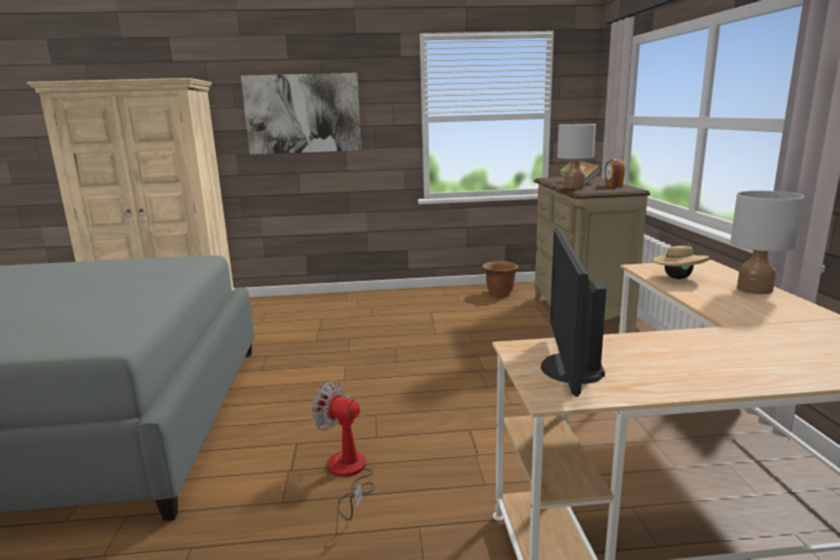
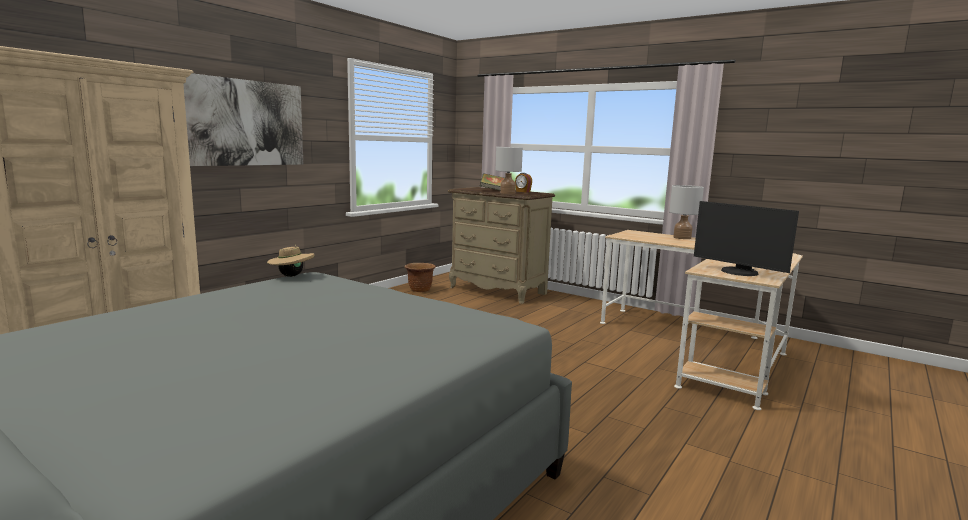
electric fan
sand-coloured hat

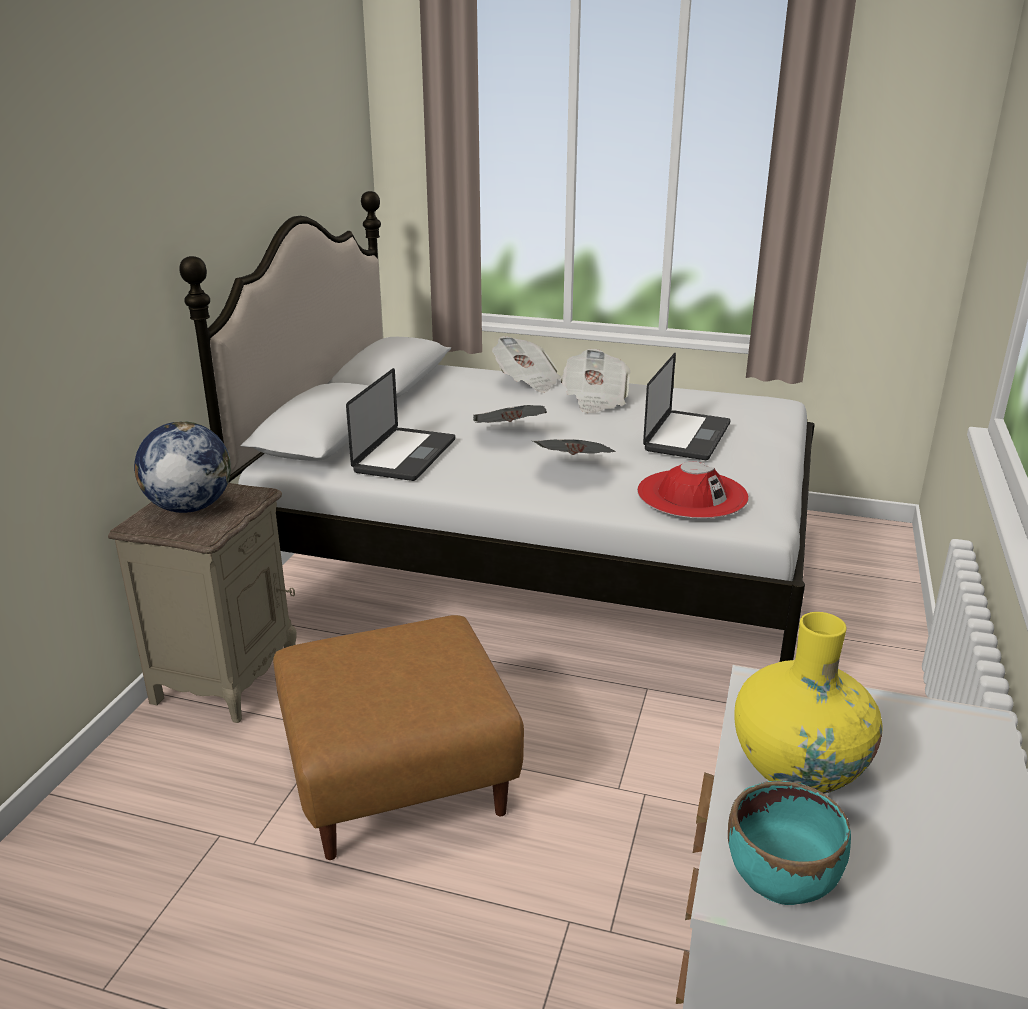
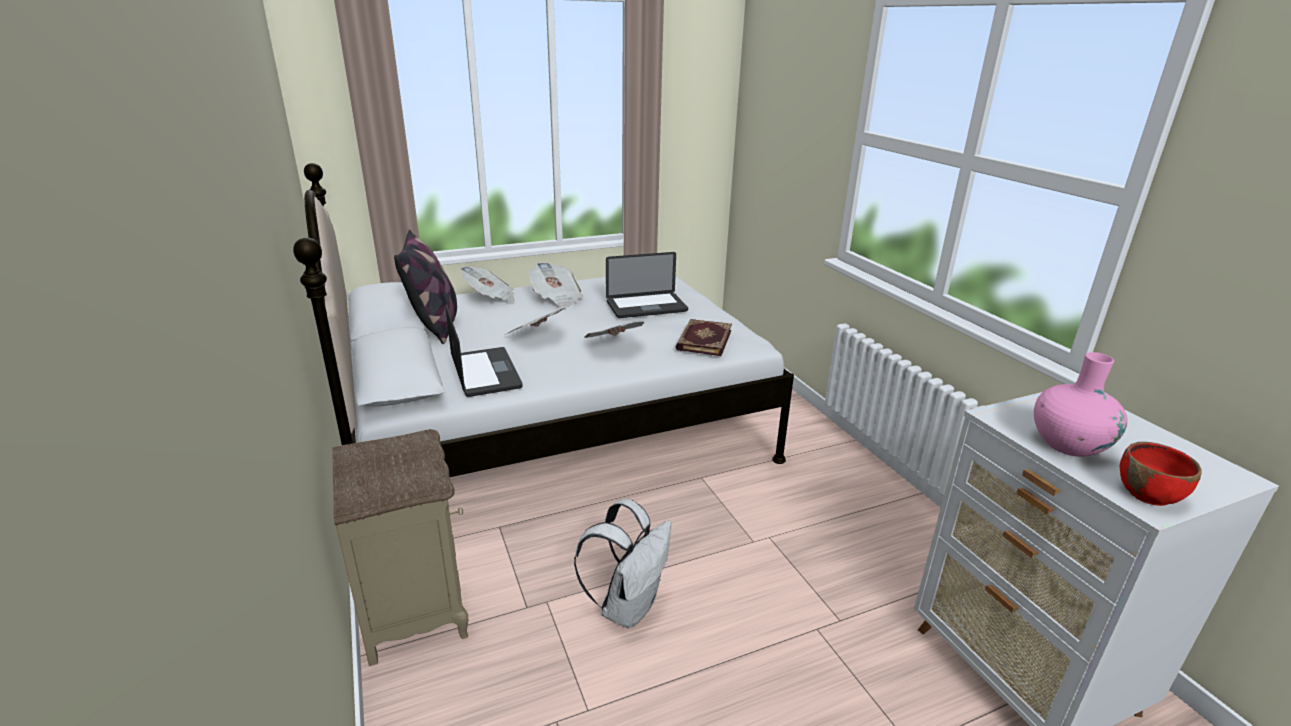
desk globe
white-coloured knapsack
volume
portable computer (2nd from left)
red-coloured bowl
pink-coloured flower vase
pillow

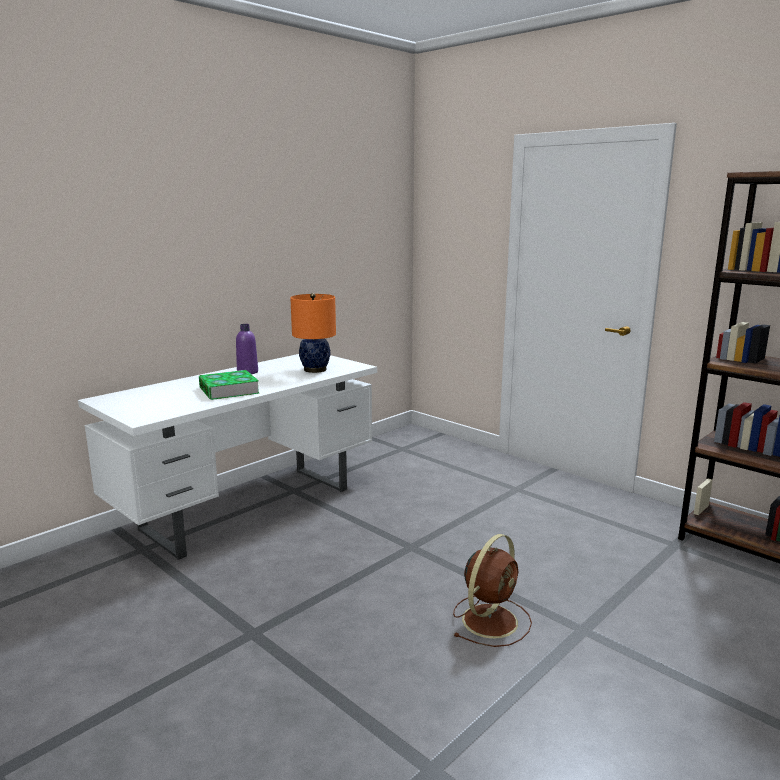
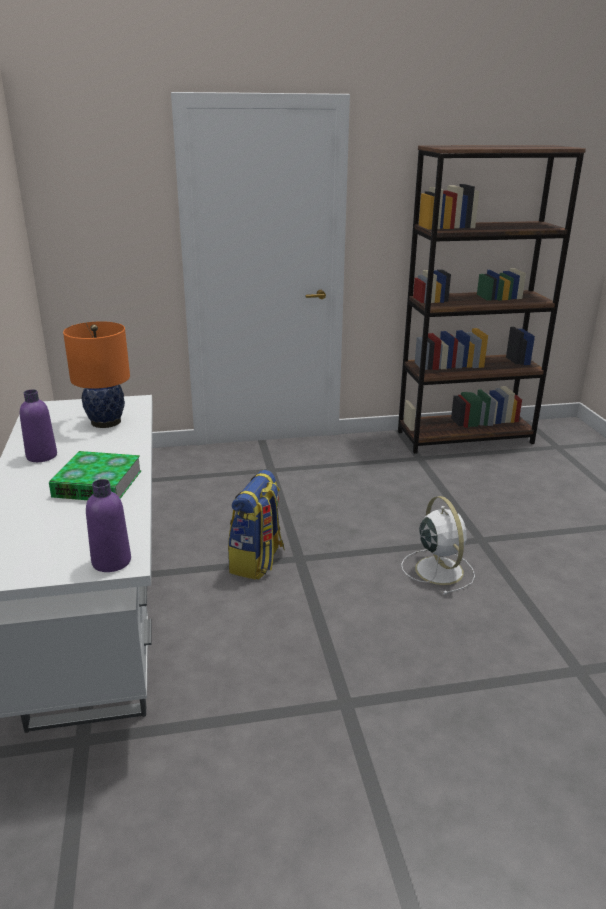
white-coloured electric fan
purple-coloured beverage bottle (2nd from left)
knapsack

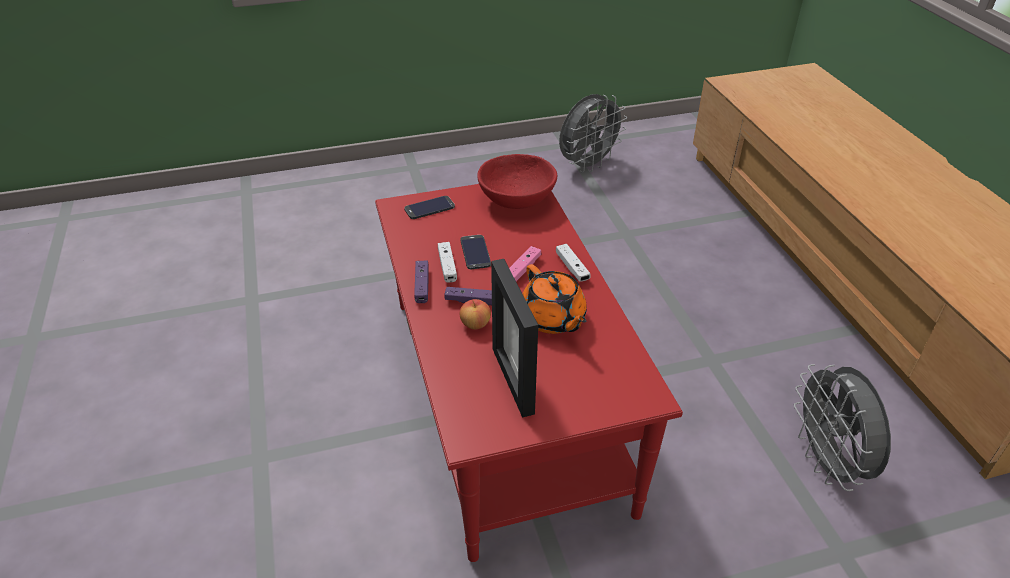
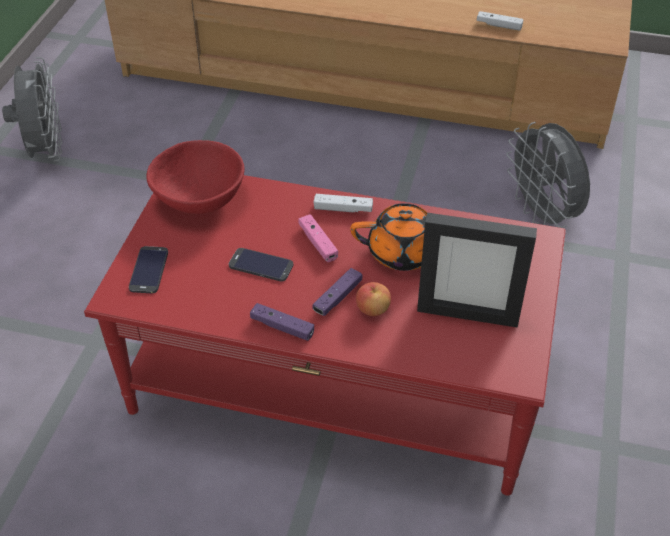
white-coloured gamepad (2nd from left)
greyish electric fan (2nd from left)

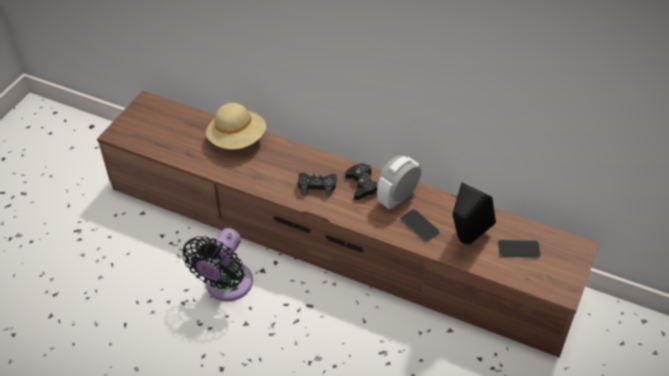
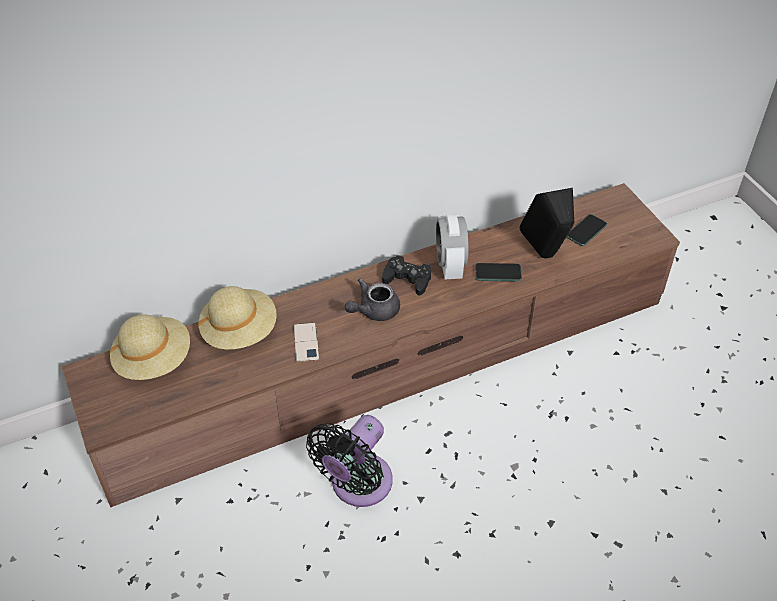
black electric fan
greyish teapot
sand-coloured hat (1st from left)
phone (1st from left)

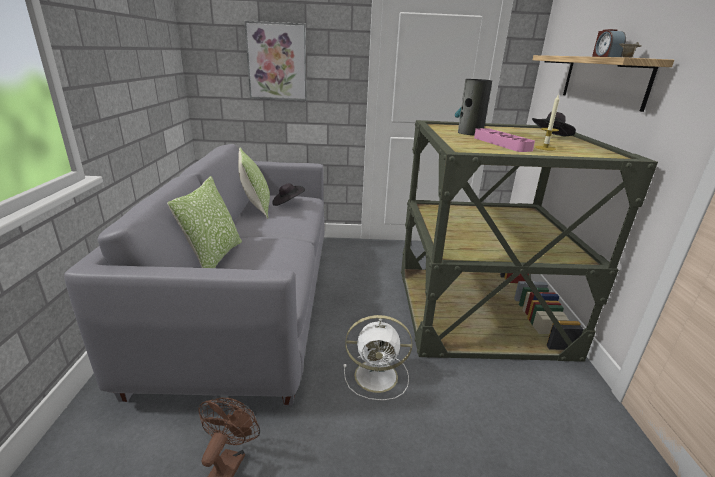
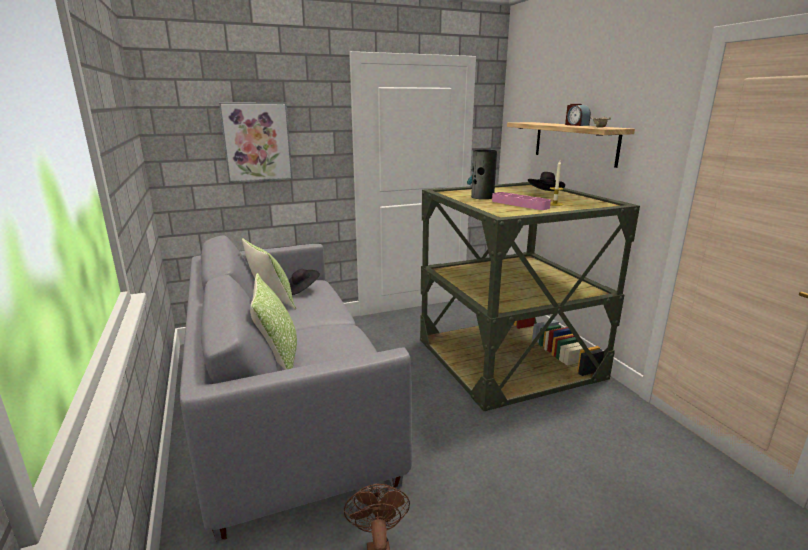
white-coloured electric fan

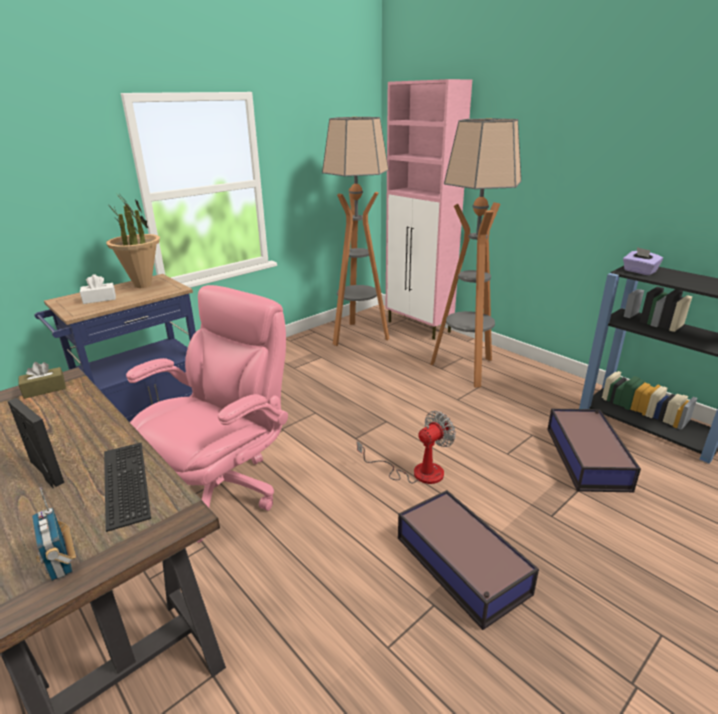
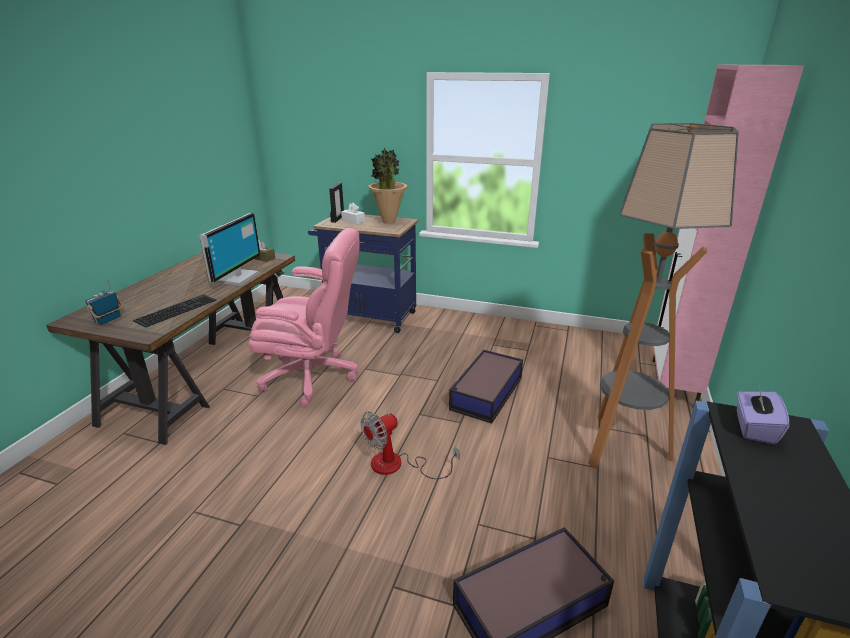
standing frame
standing lamp (1st from left in the first image)
electric fan
storage box (1st from left)
computer display

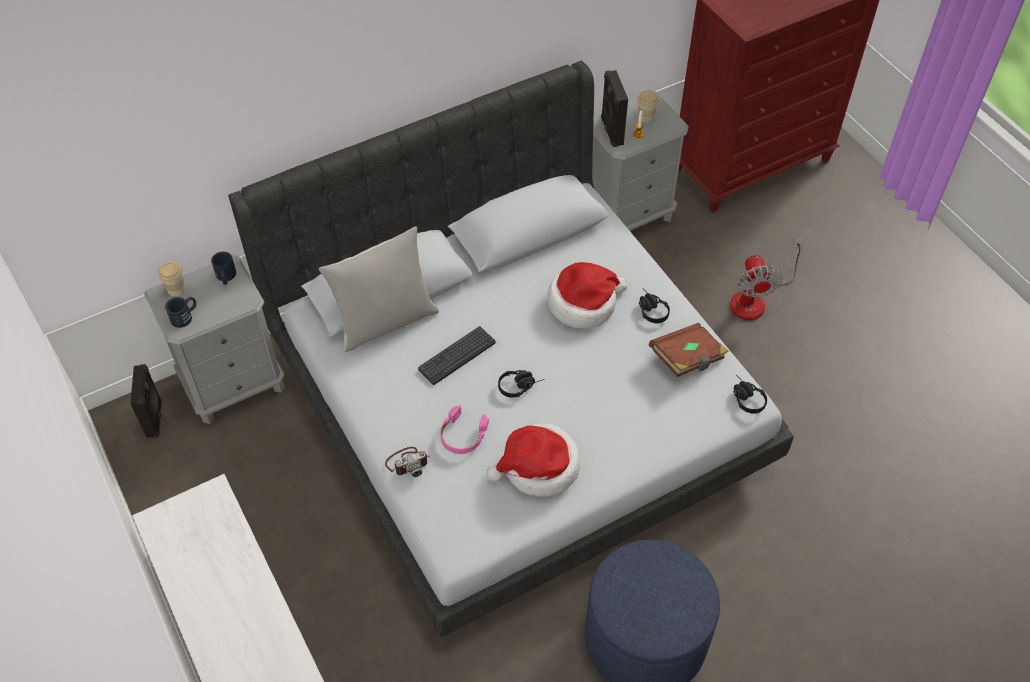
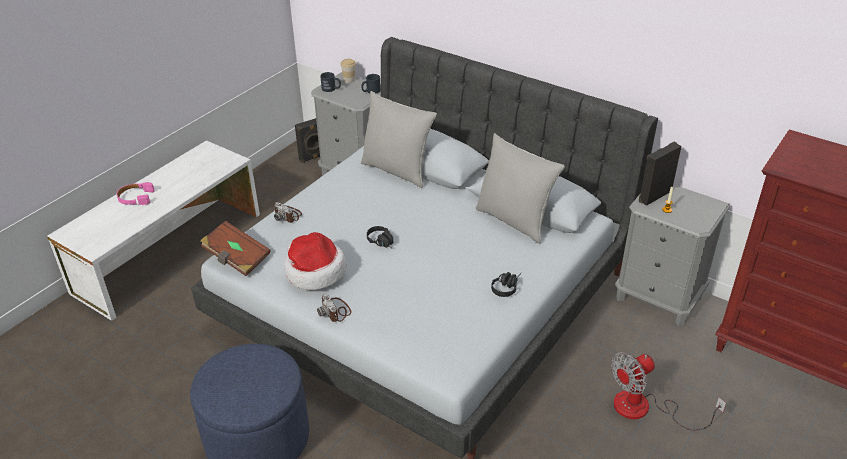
PC keyboard
pink-coloured headphones
hat (2nd from left in the first image)
small cup (2nd from left in the first image)
brown volume
black headphones (3rd from left in the first image)
still camera (2nd from left)
greyish pillow (2nd from left)

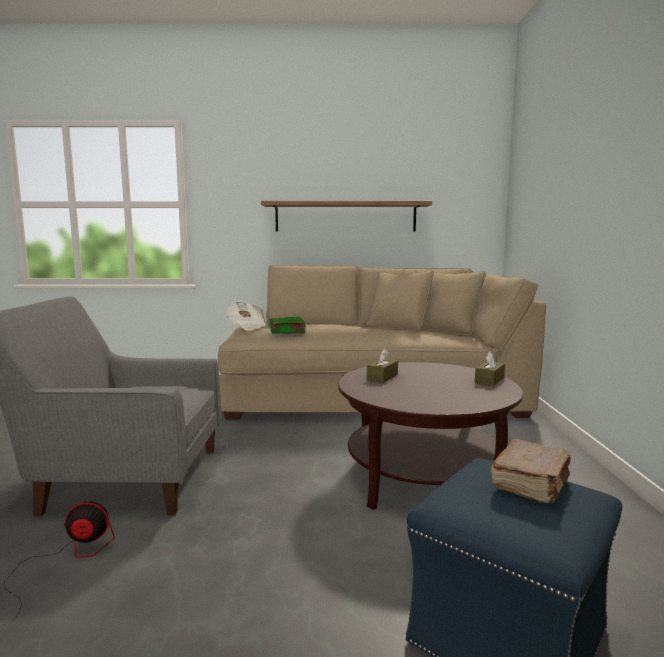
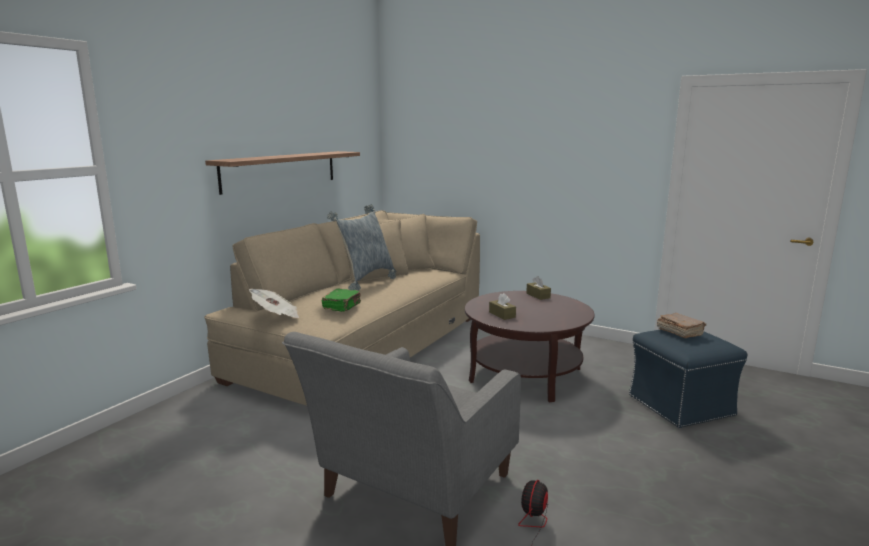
pillow

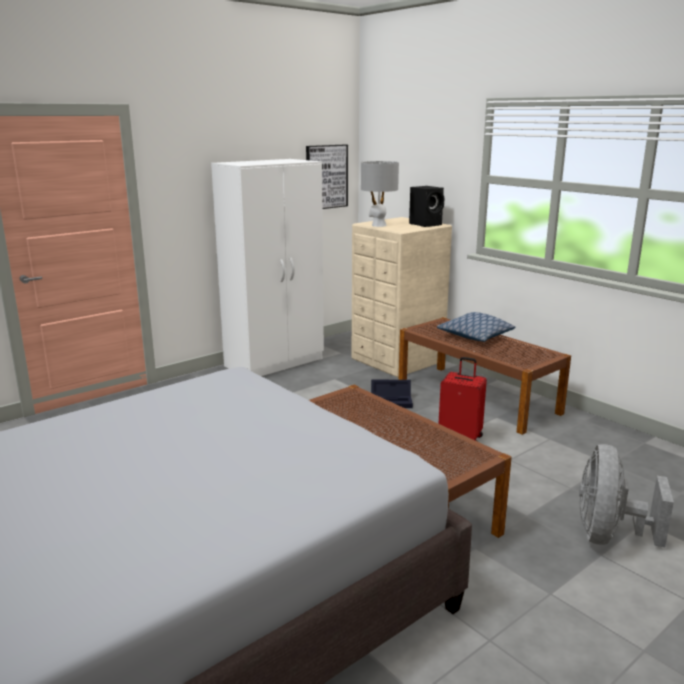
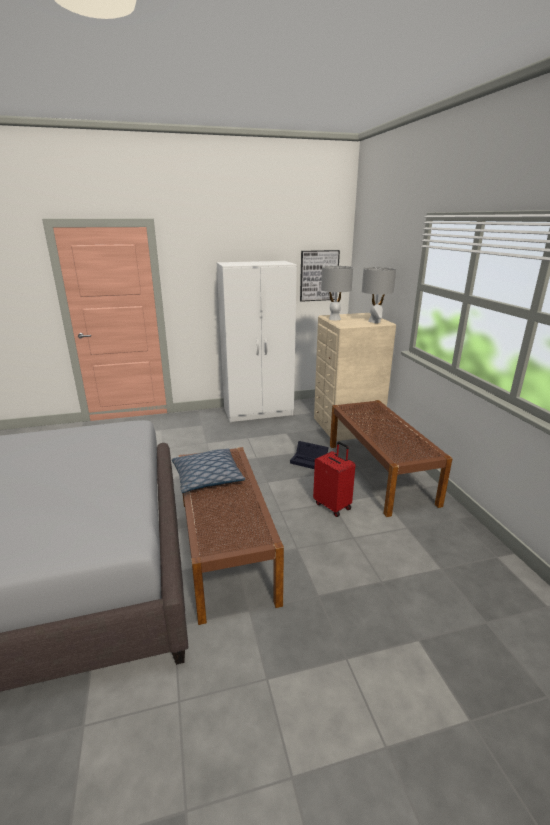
greyish tabletop lamp (2nd from left)
pillow
greyish electric fan

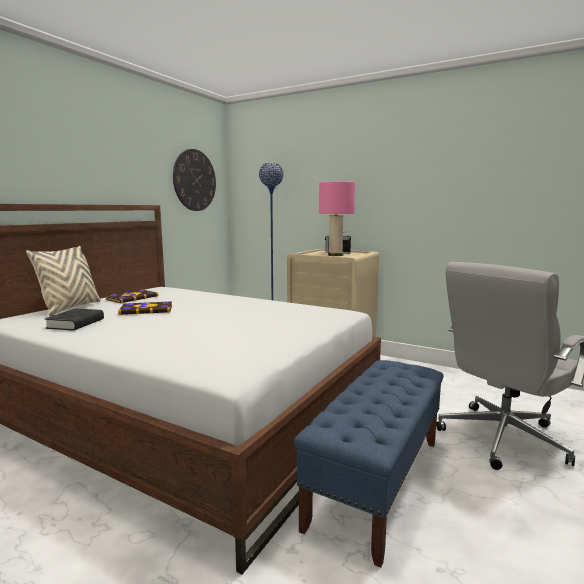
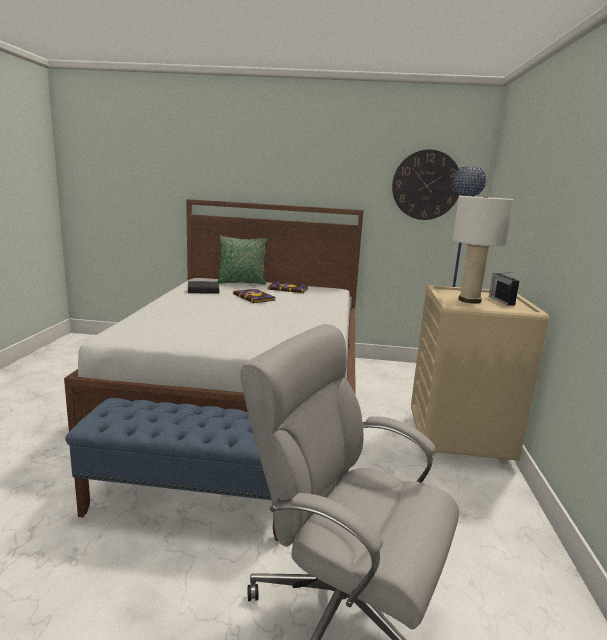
green-coloured pillow
white-coloured tabletop lamp

